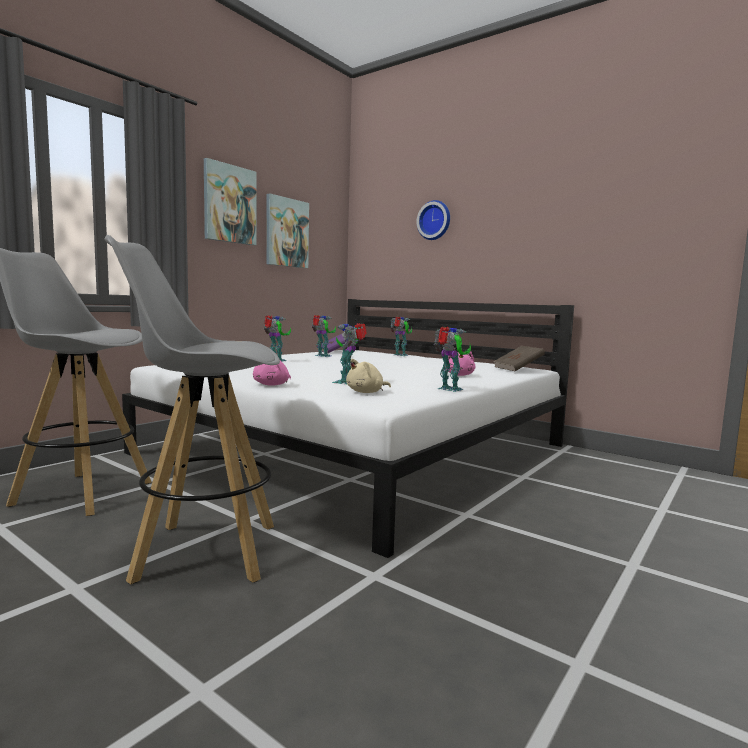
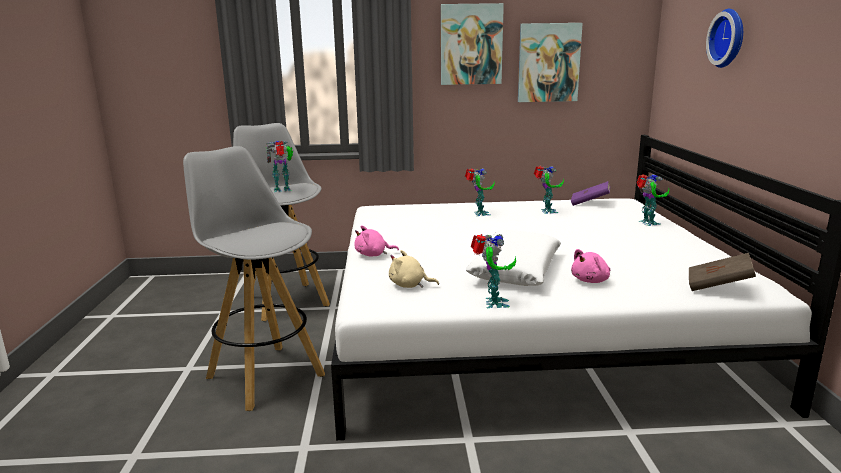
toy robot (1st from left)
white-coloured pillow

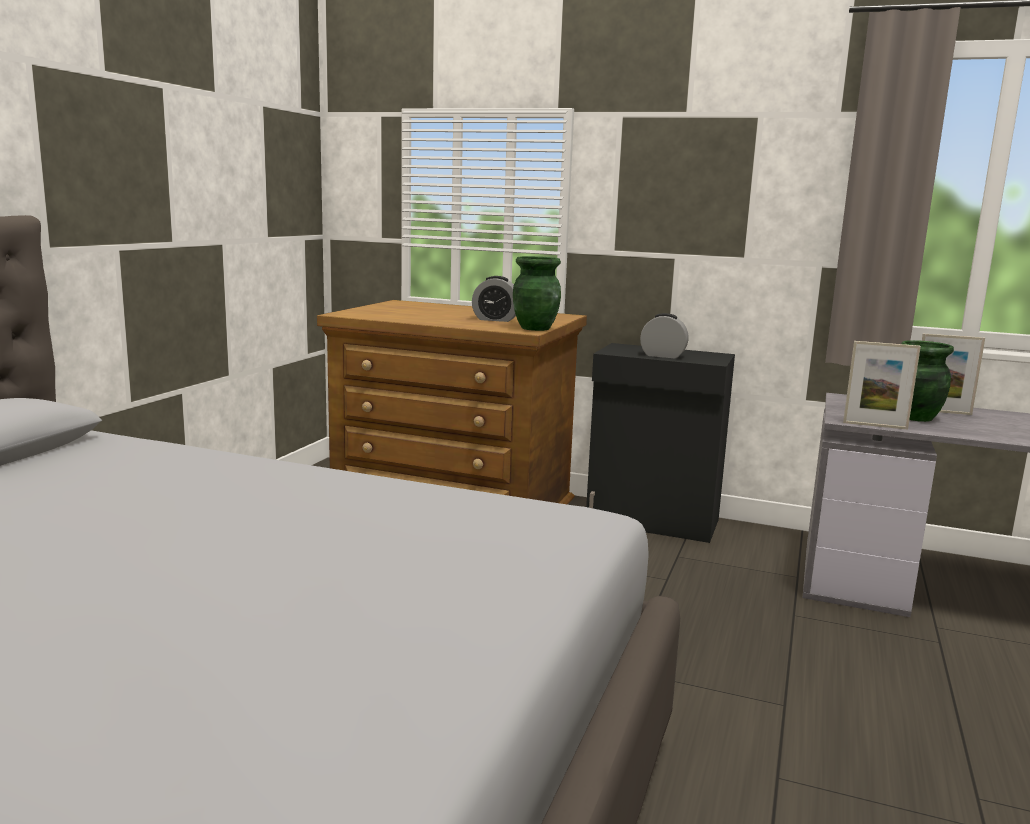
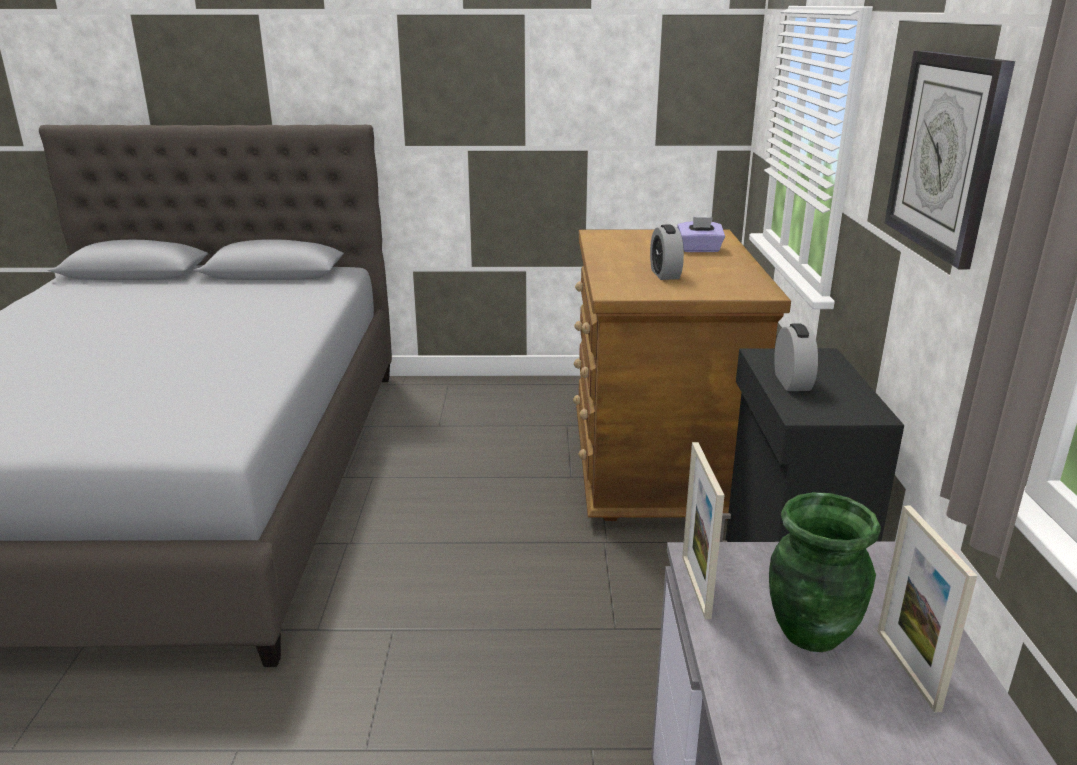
green-coloured flower vase (1st from left in the first image)
purple-coloured box of tissues
hanging clock

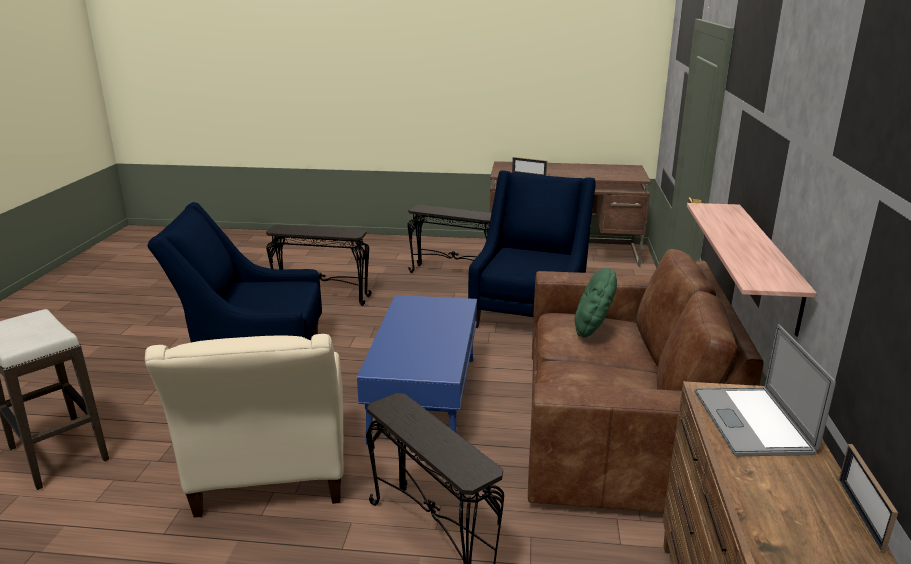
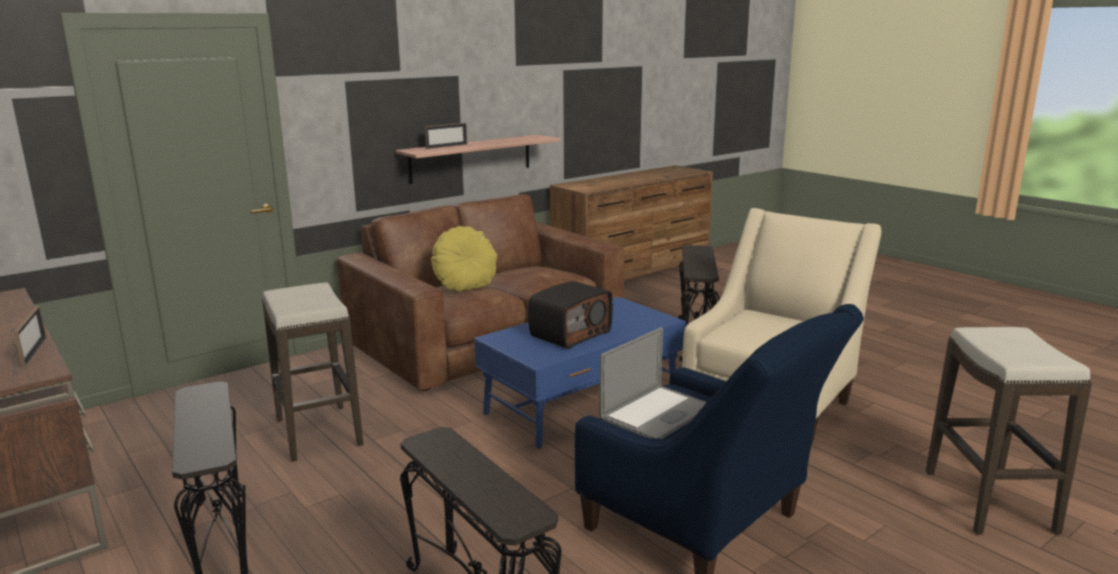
sitting stool (1st from left)
yellow pillow
portable computer
standing frame (2nd from left)
radio receiver

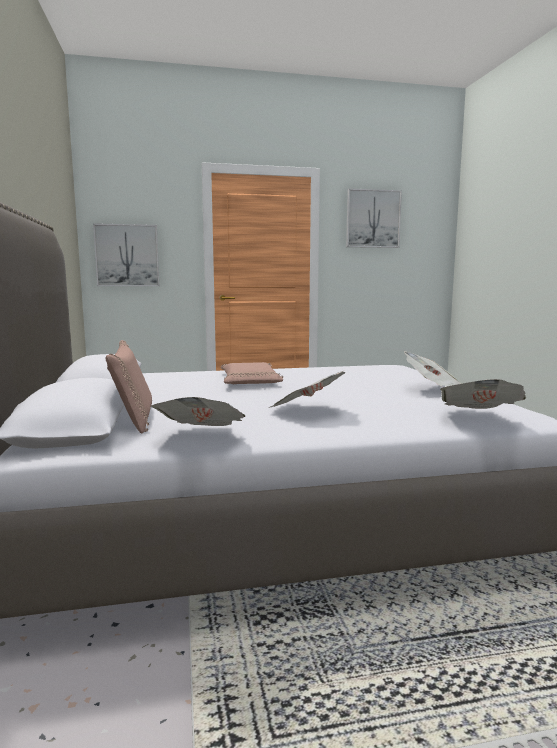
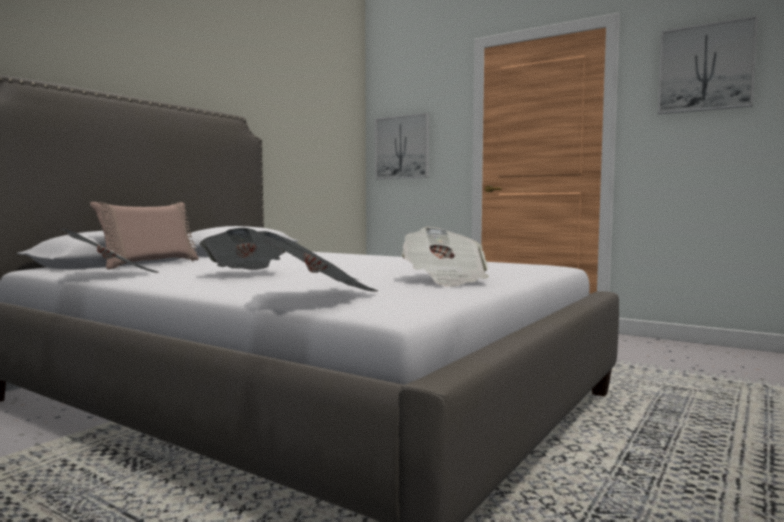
sand-coloured pillow (2nd from left in the first image)

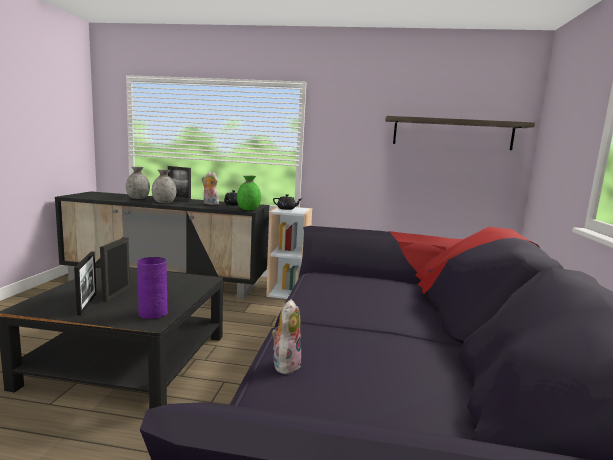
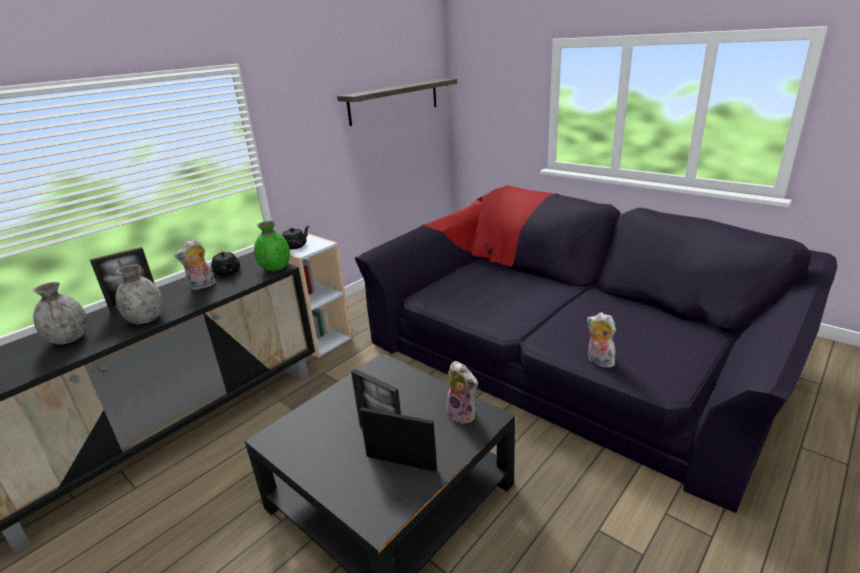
soft toy (2nd from left)

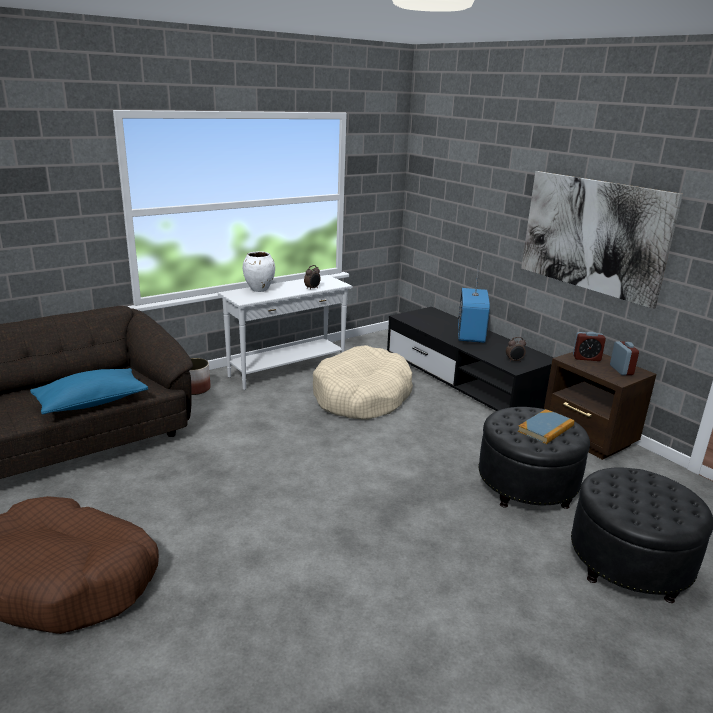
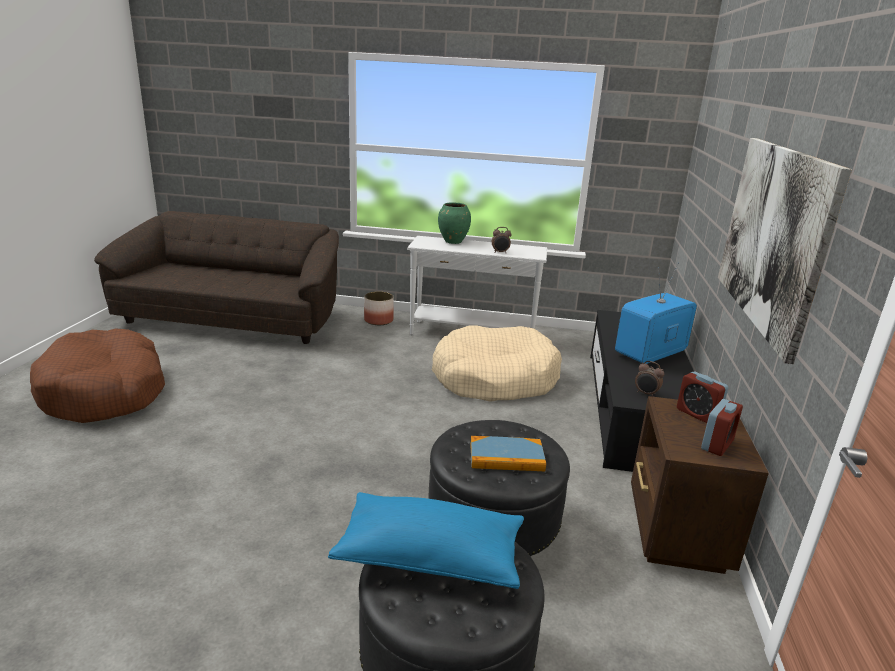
blue pillow
green-coloured flower vase

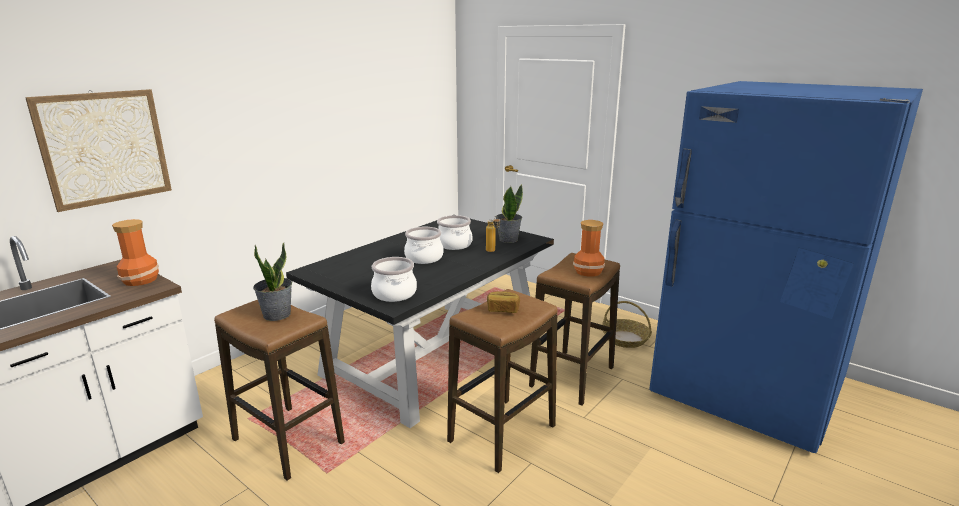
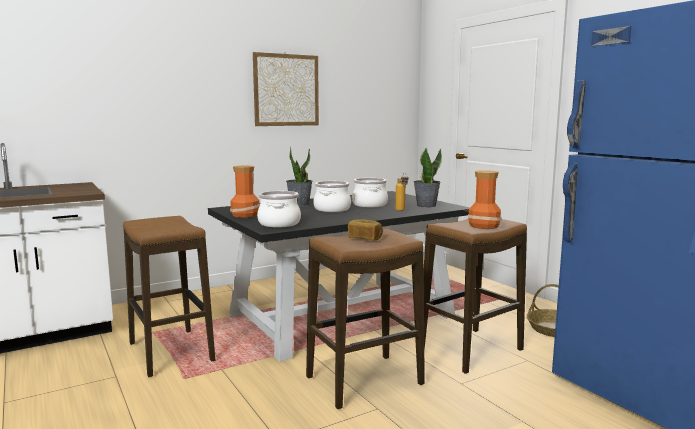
picture
flower vase (1st from left)
potted plant (1st from left)

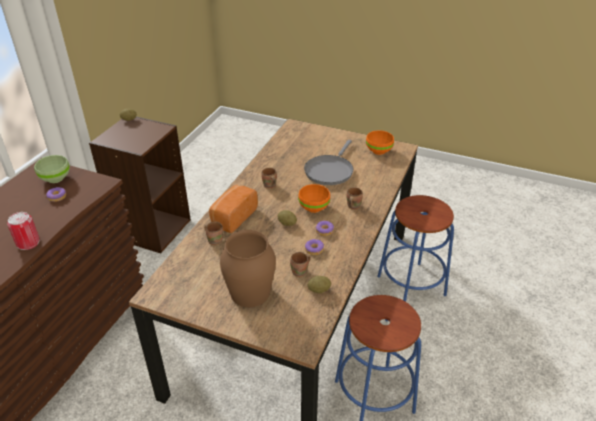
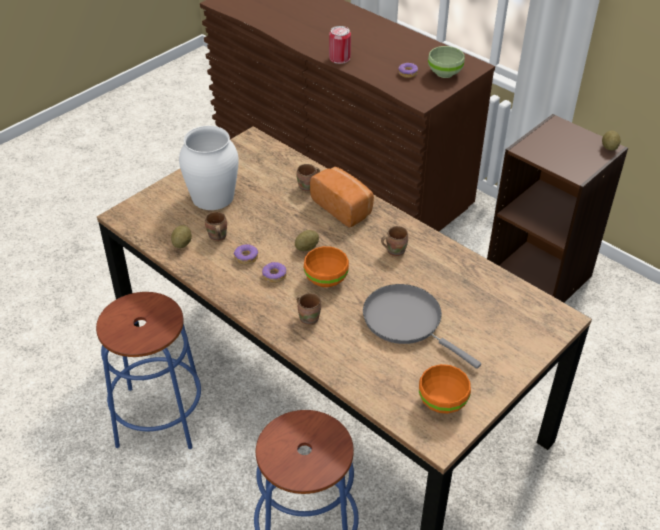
white-coloured flower vase

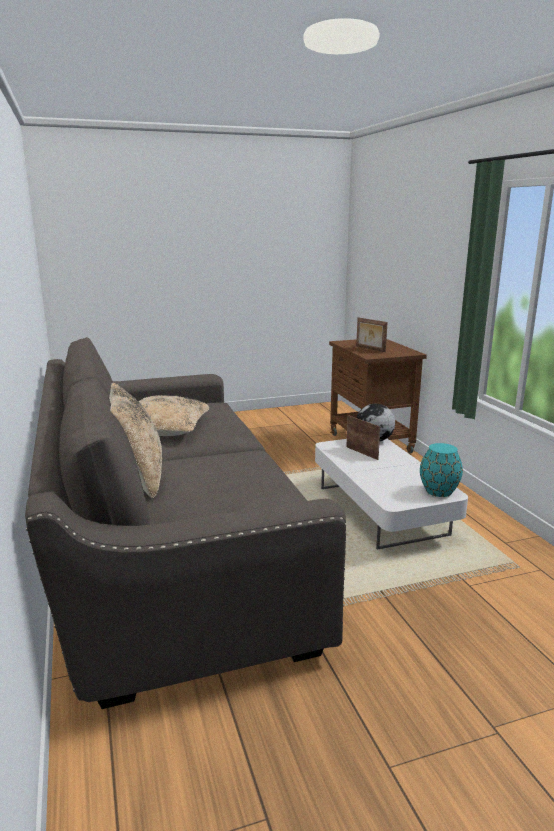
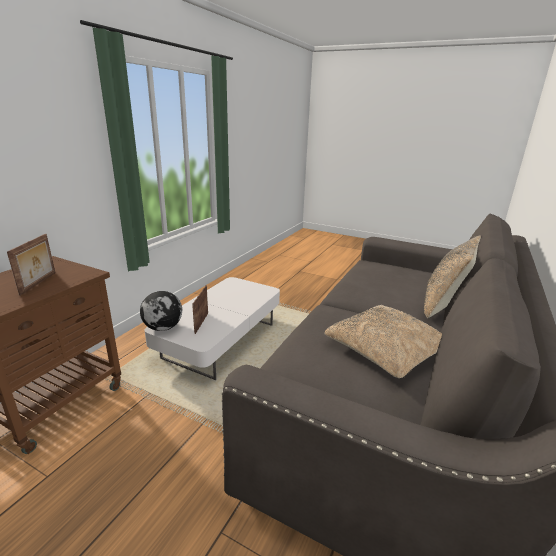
turquoise-coloured flower vase

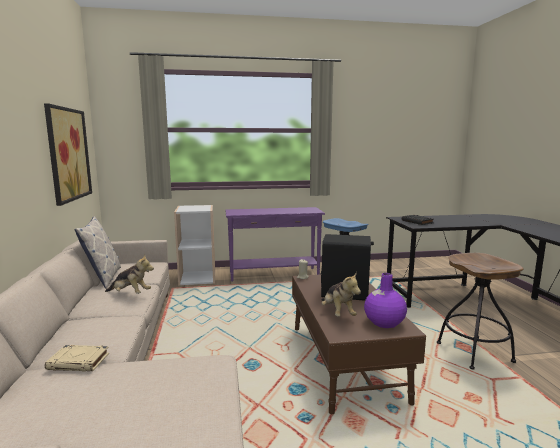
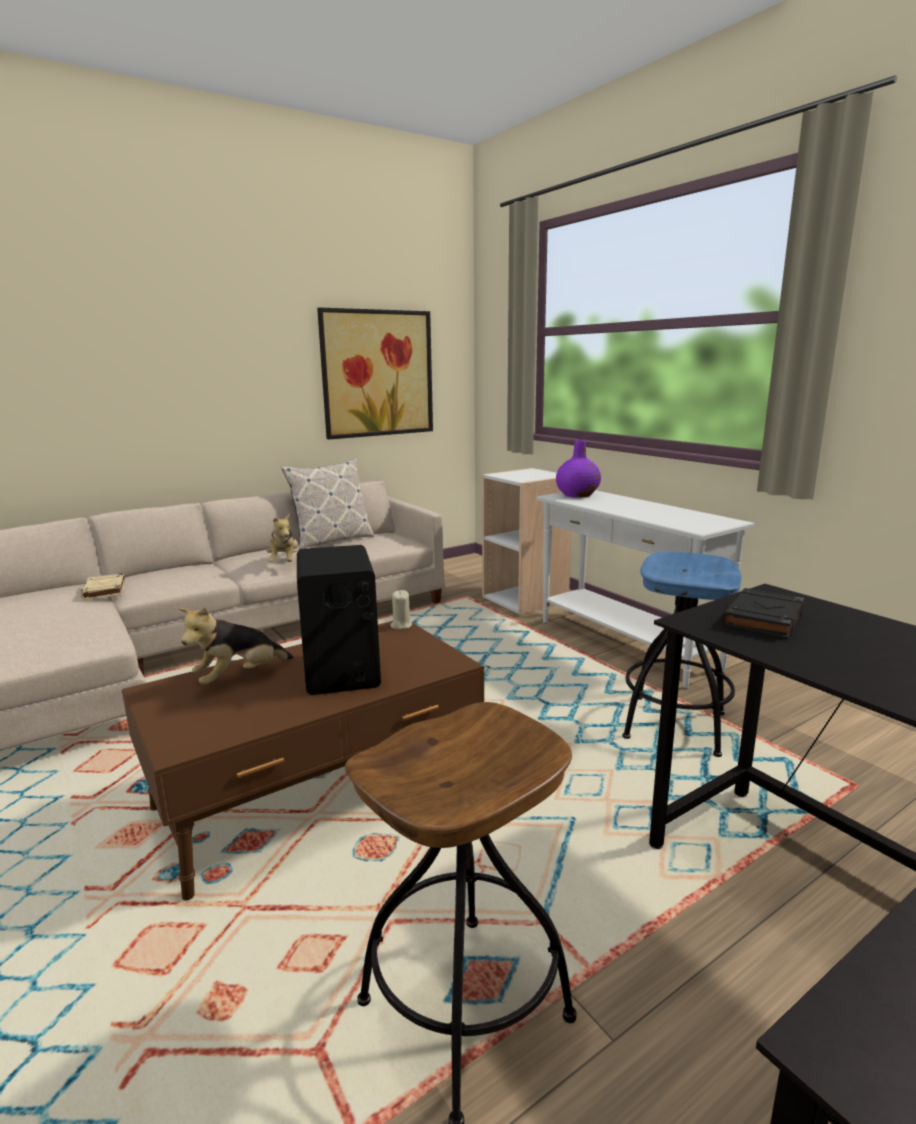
white-coloured narrow table
purple-coloured flower vase

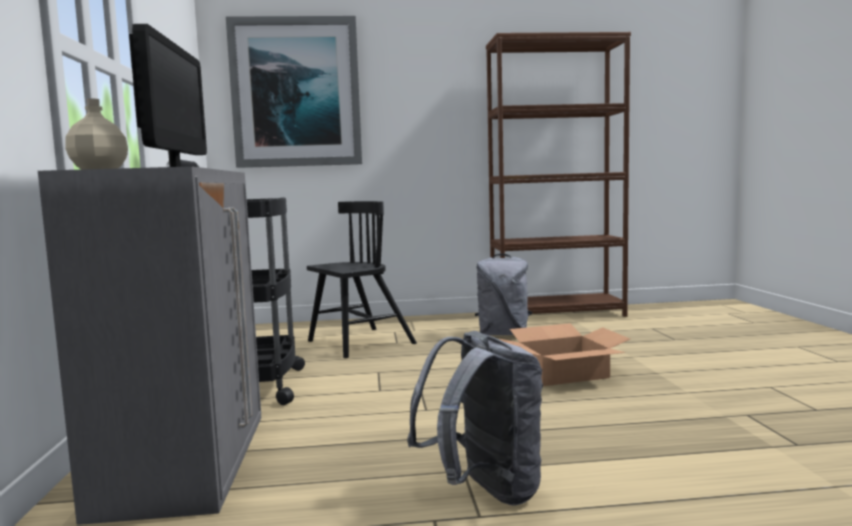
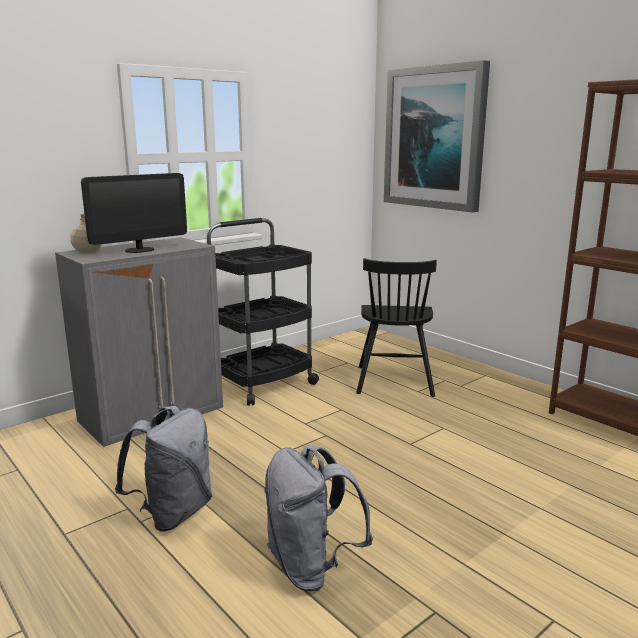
black plain chair
greyish knapsack (2nd from left)
packing box

